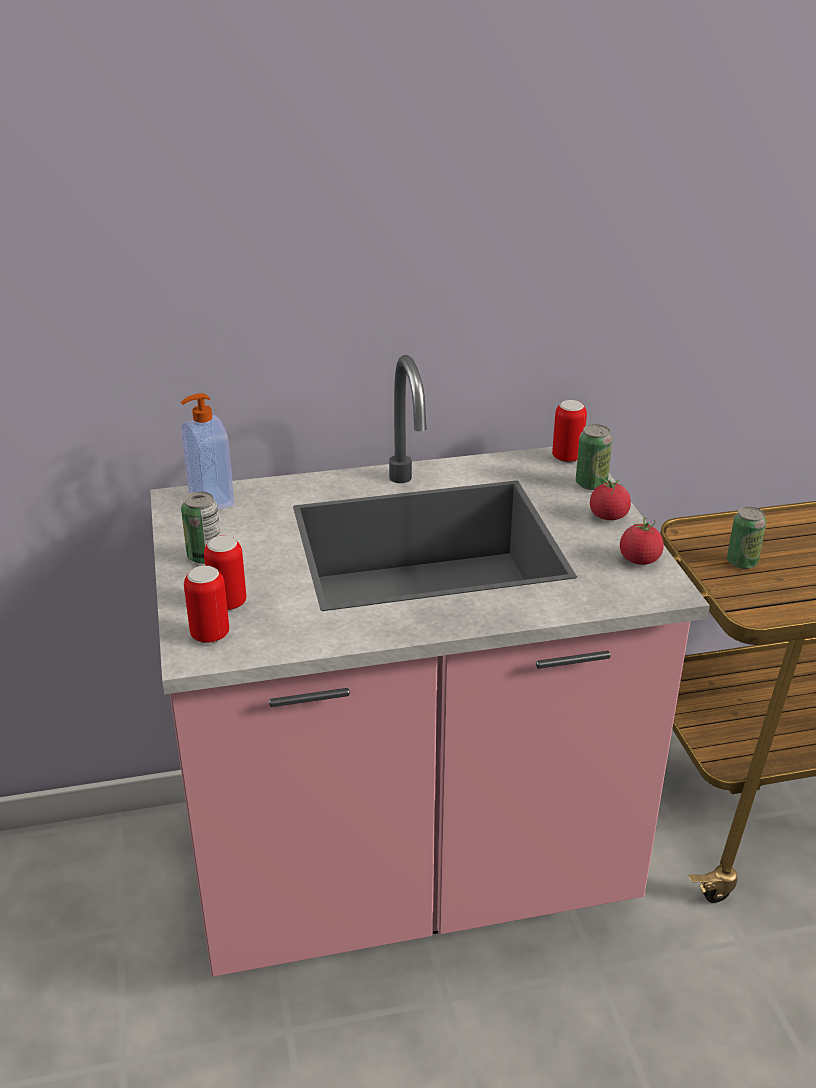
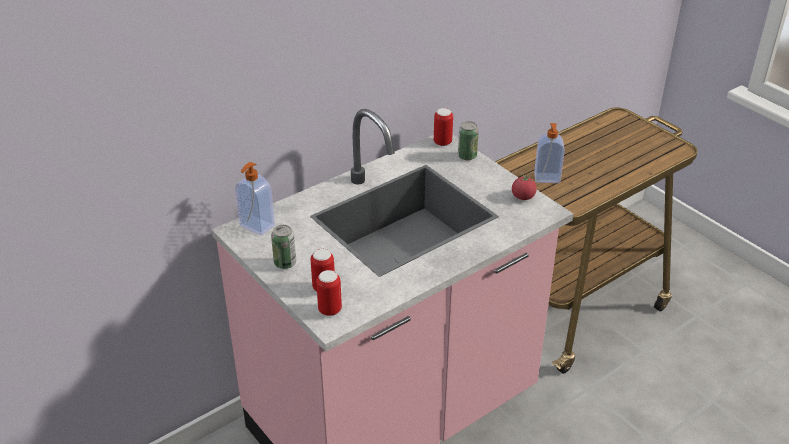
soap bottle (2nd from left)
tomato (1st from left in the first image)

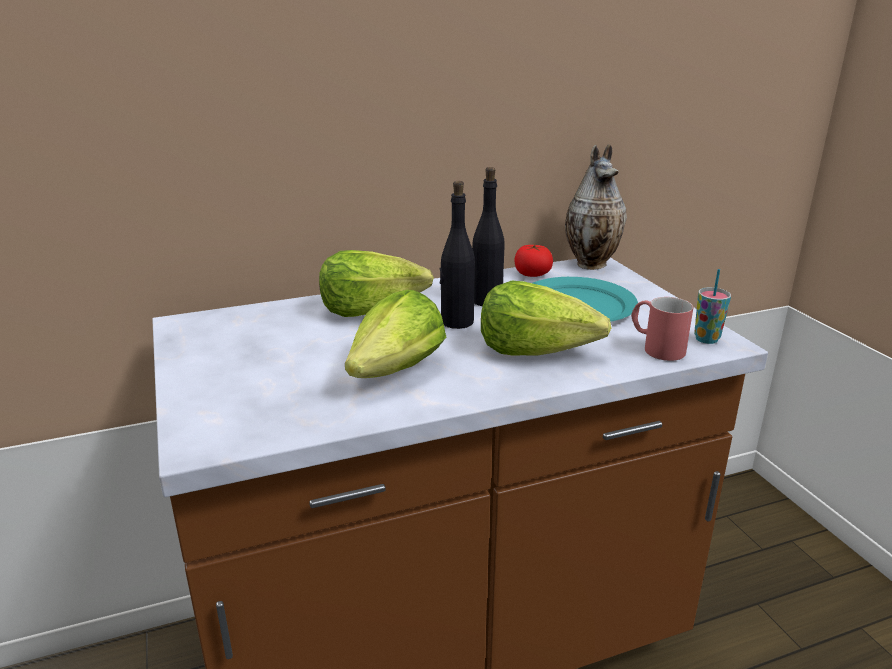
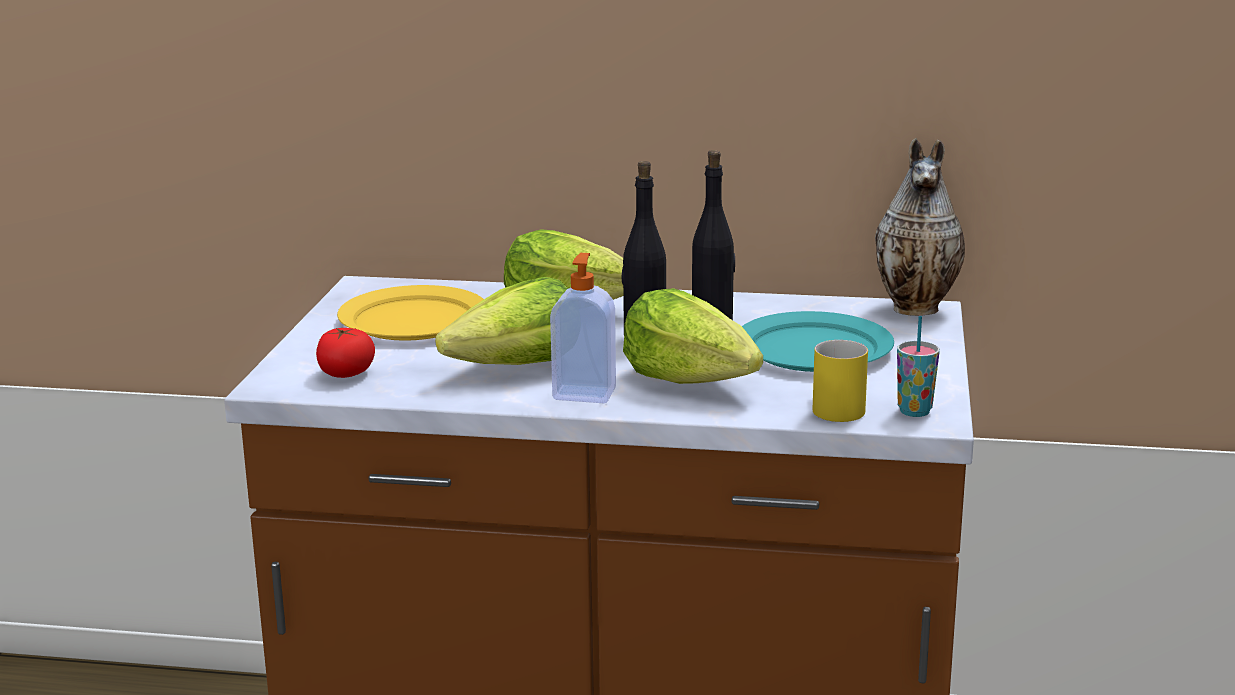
tomato
plate in yellowish
soap bottle
coffee mug in yellowish

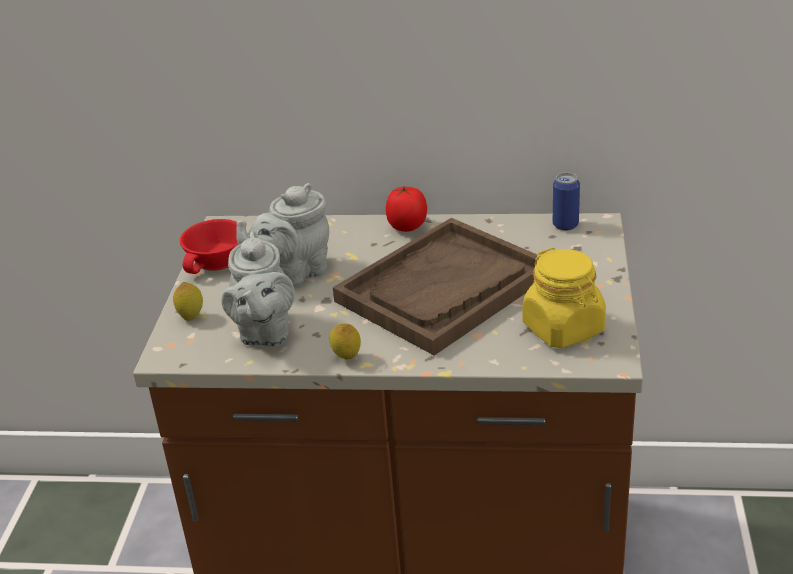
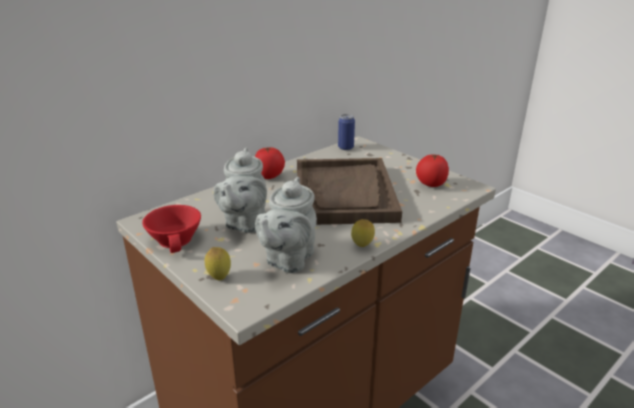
pot for tea in gray (2nd from left)
tomato (2nd from left)

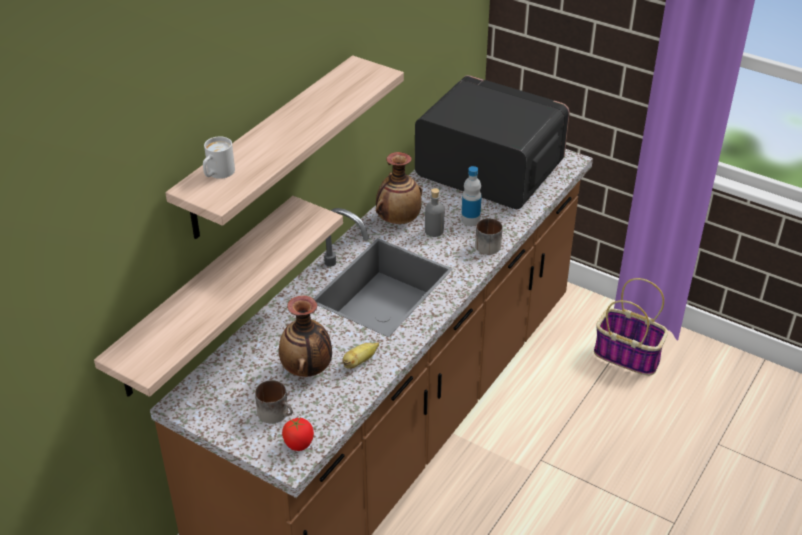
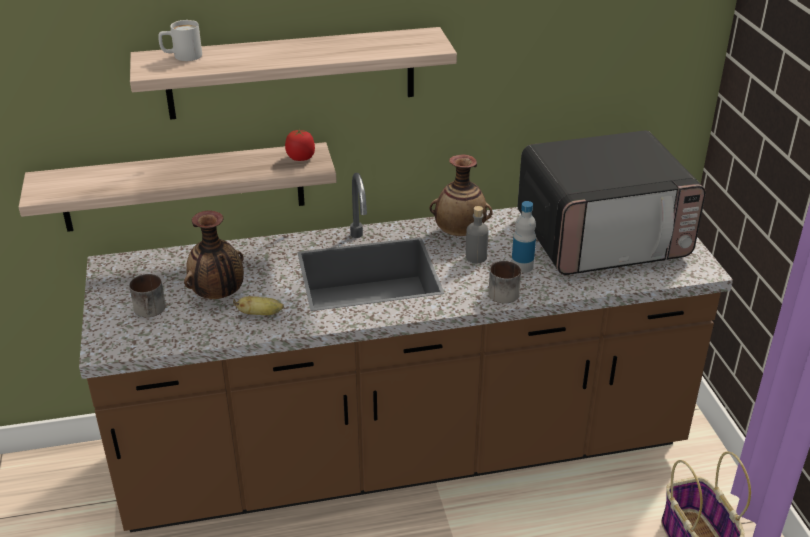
tomato
kitchen microwave

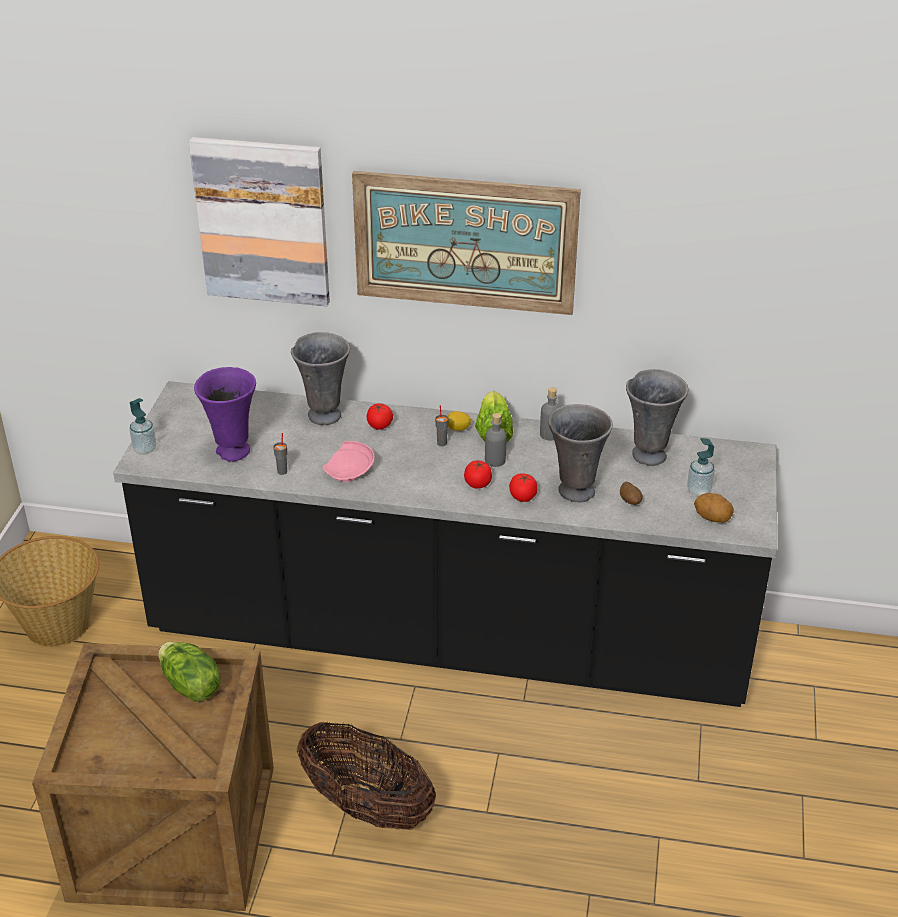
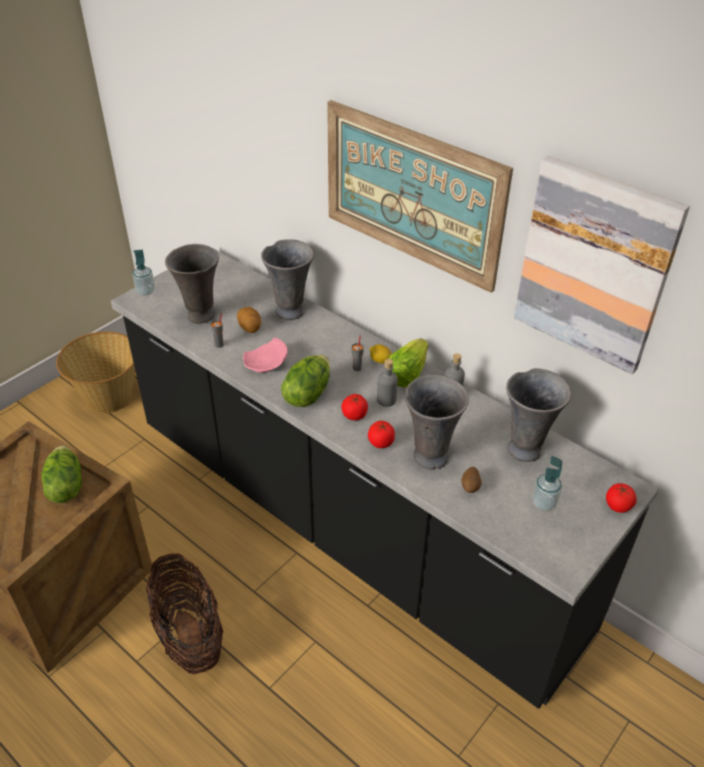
vase in gray (1st from left)
whole potato (1st from left)
head of lettuce (2nd from left)
wall art (2nd from left)
tomato (3rd from left)

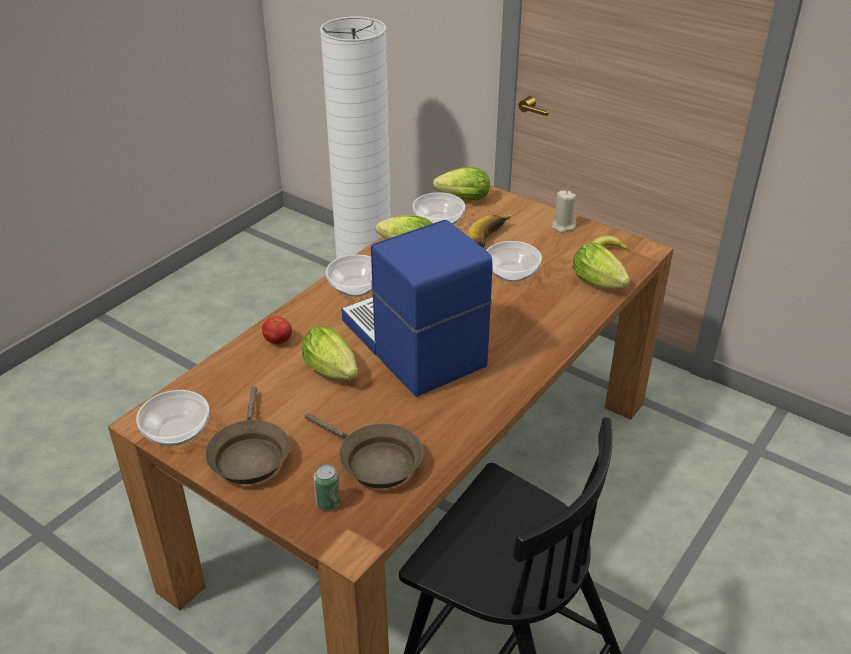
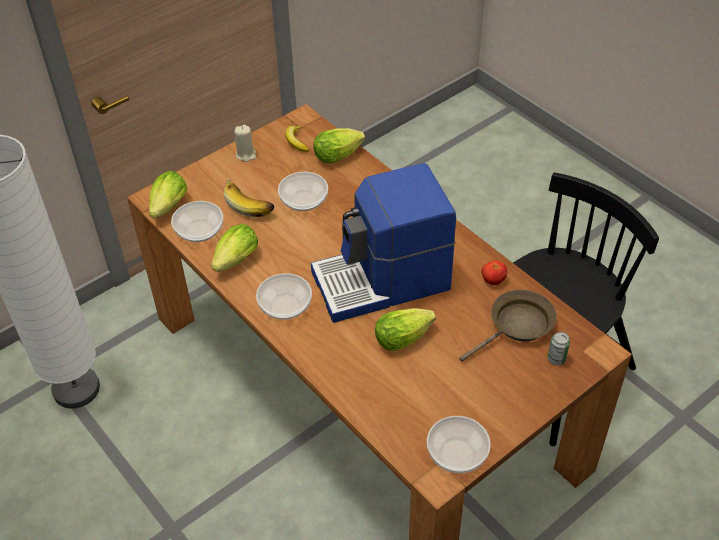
tomato
skillet in brown-coloured (1st from left in the first image)

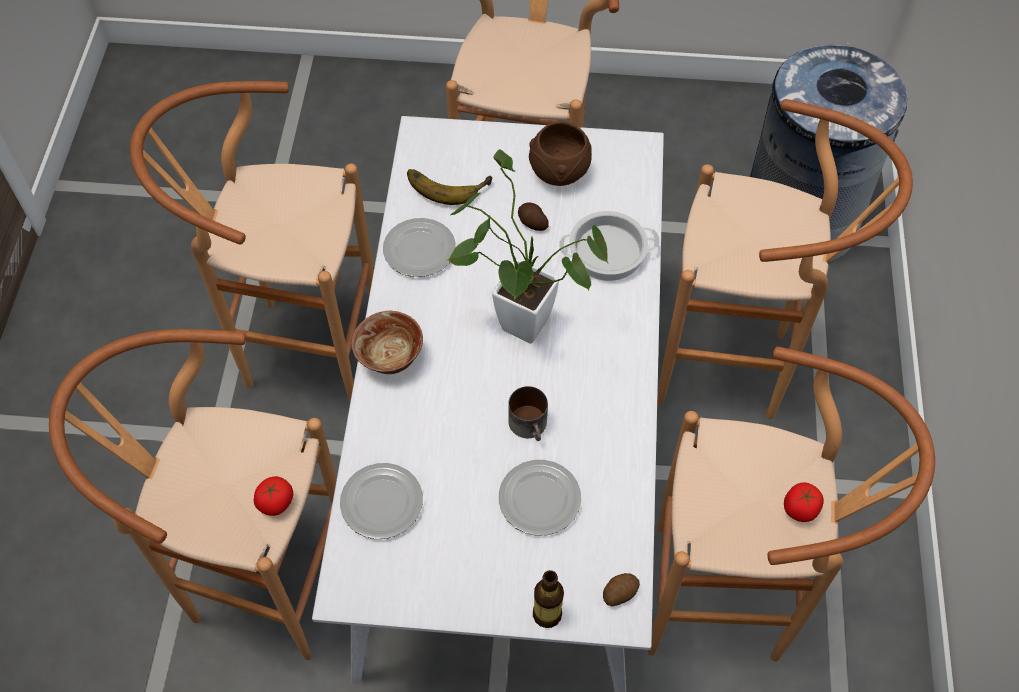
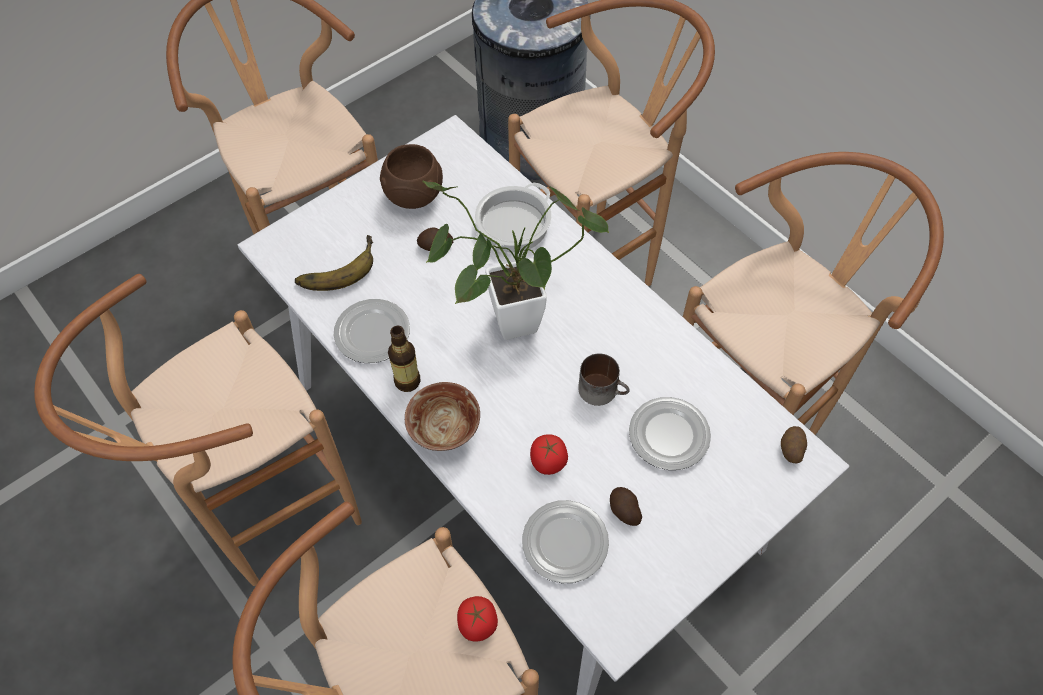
bottle
tomato (2nd from left)
whole potato (2nd from left)

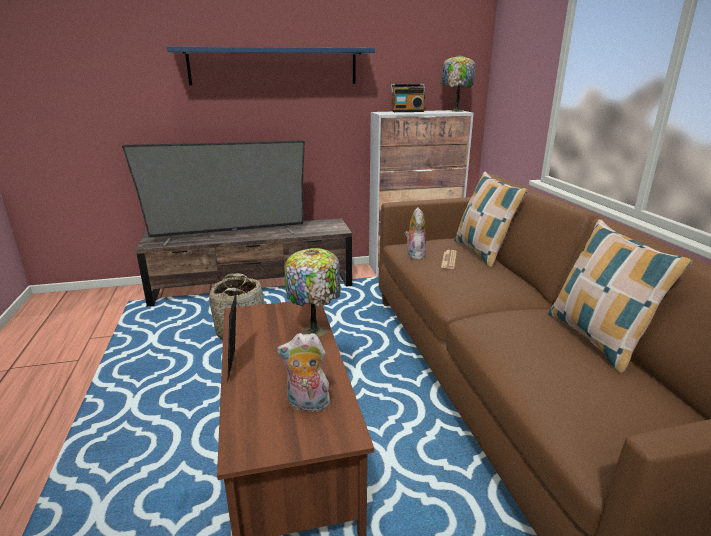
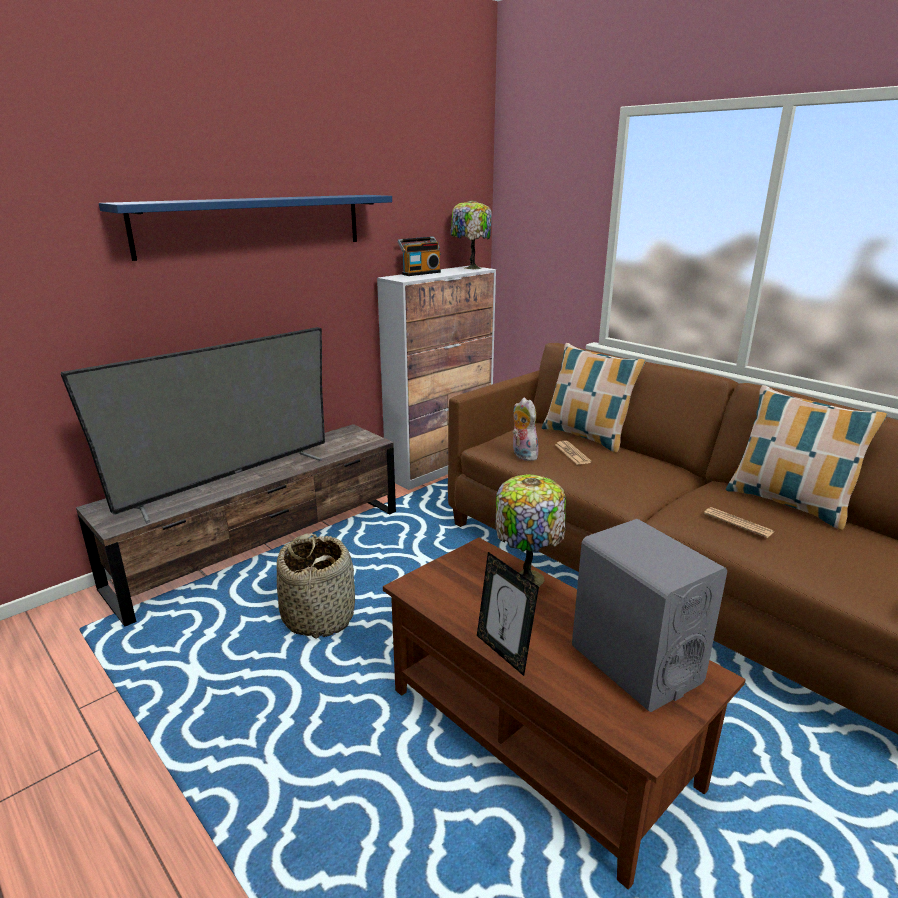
loudspeaker in gray
printed paper (2nd from left)

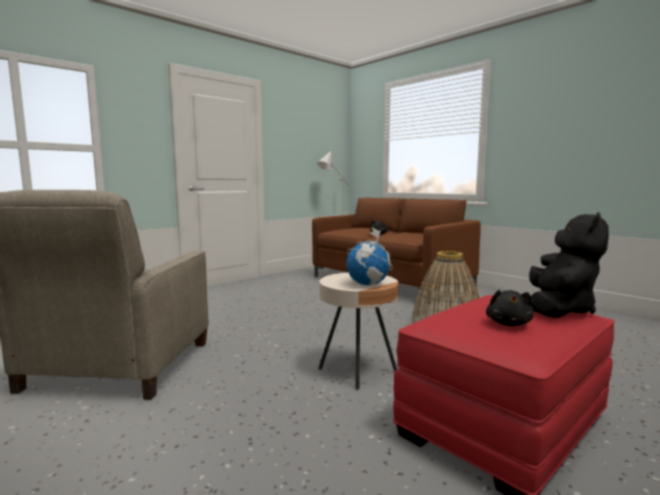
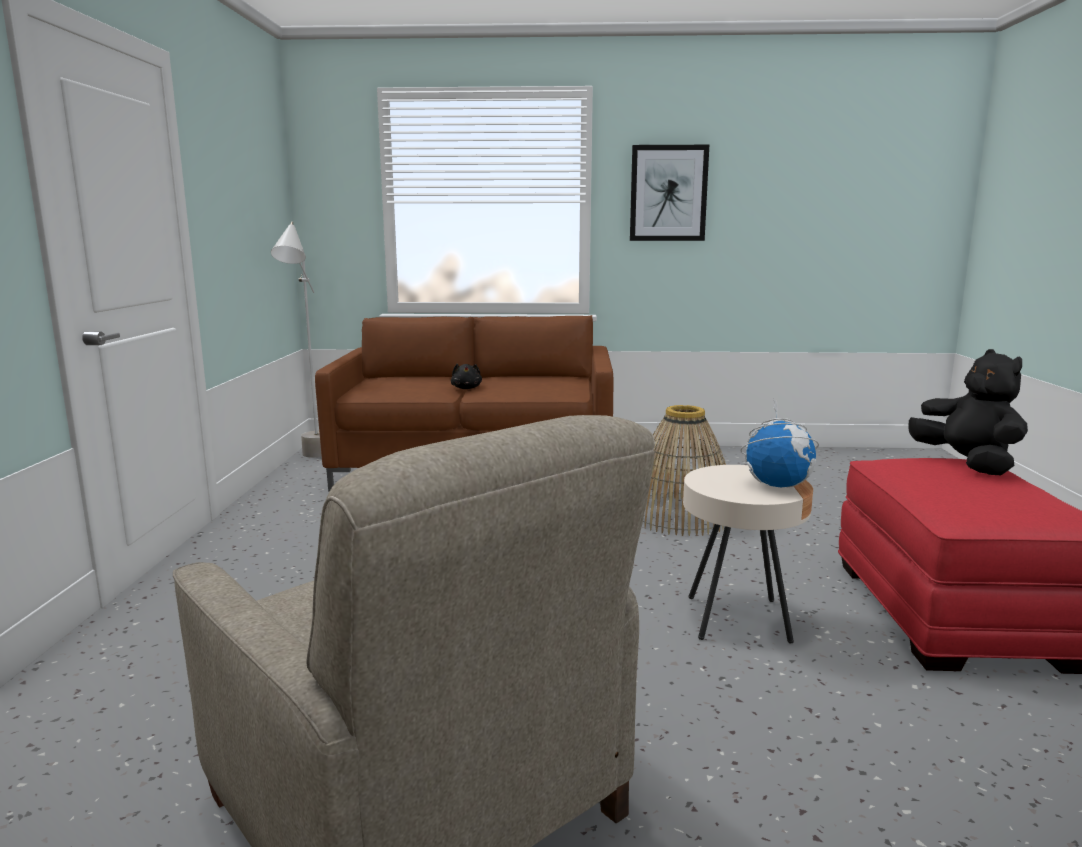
wall art
soft toy in blackish (2nd from left in the first image)

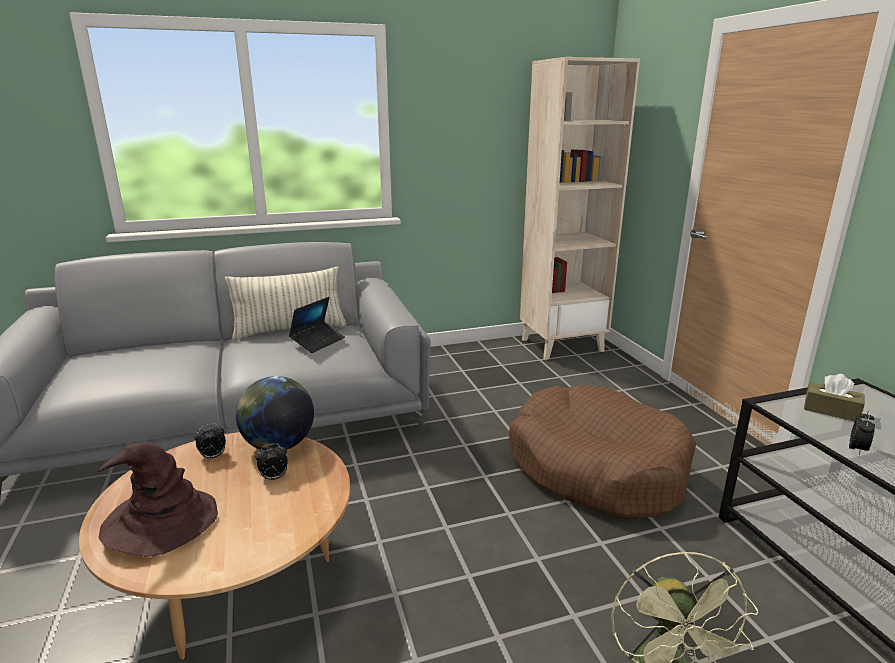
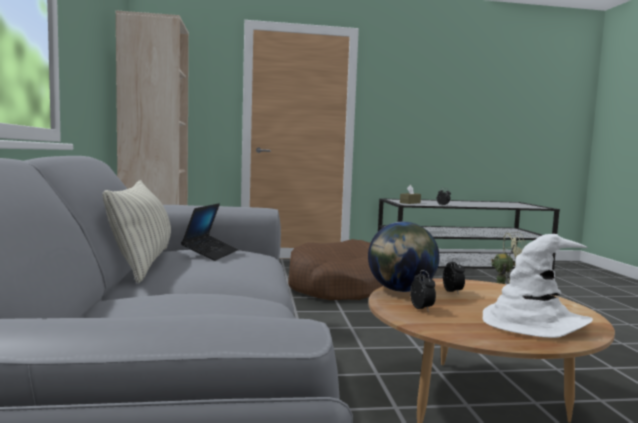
notebook computer
wearable hat in white

